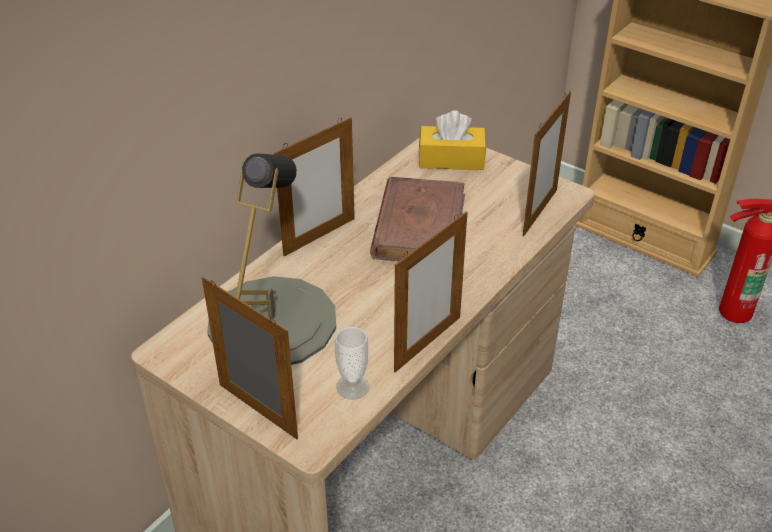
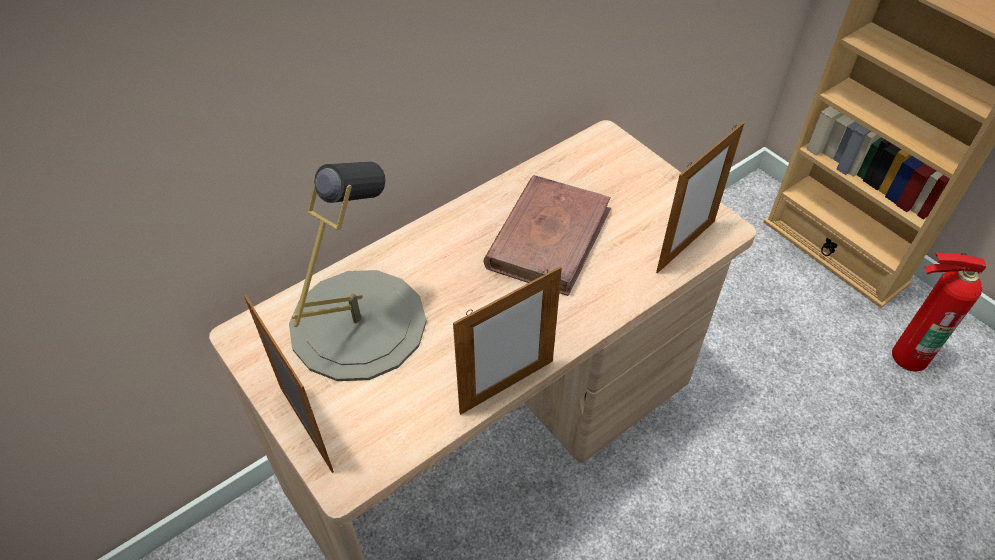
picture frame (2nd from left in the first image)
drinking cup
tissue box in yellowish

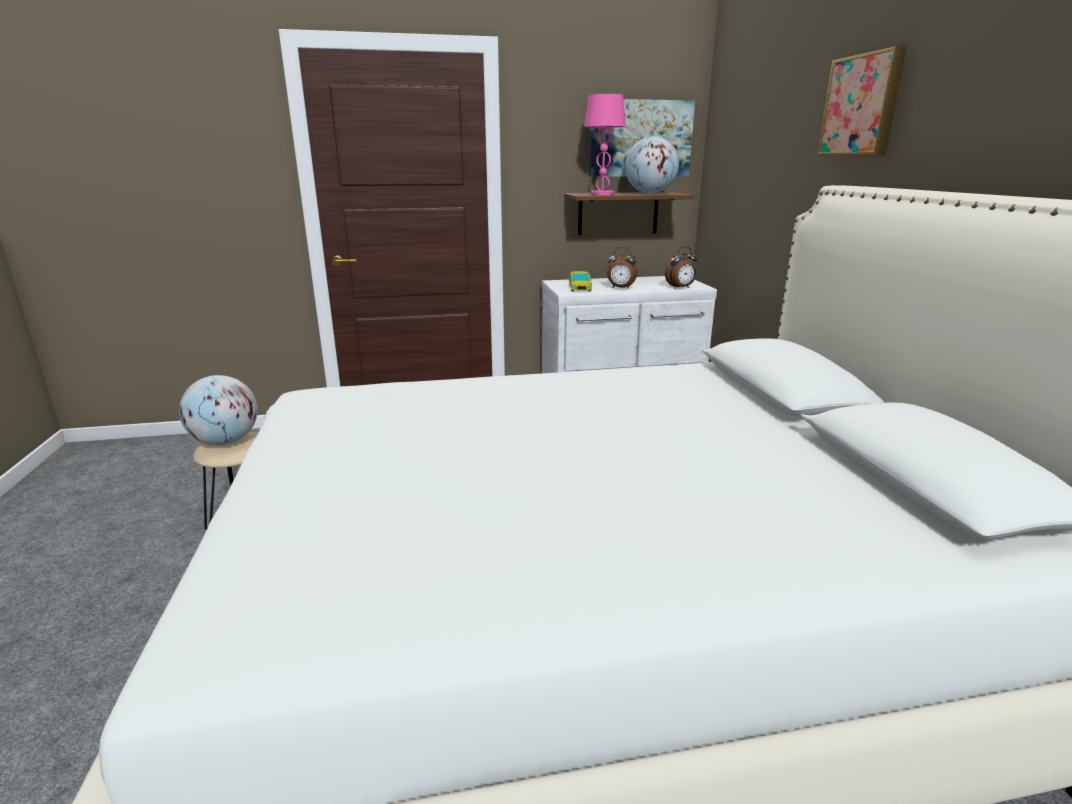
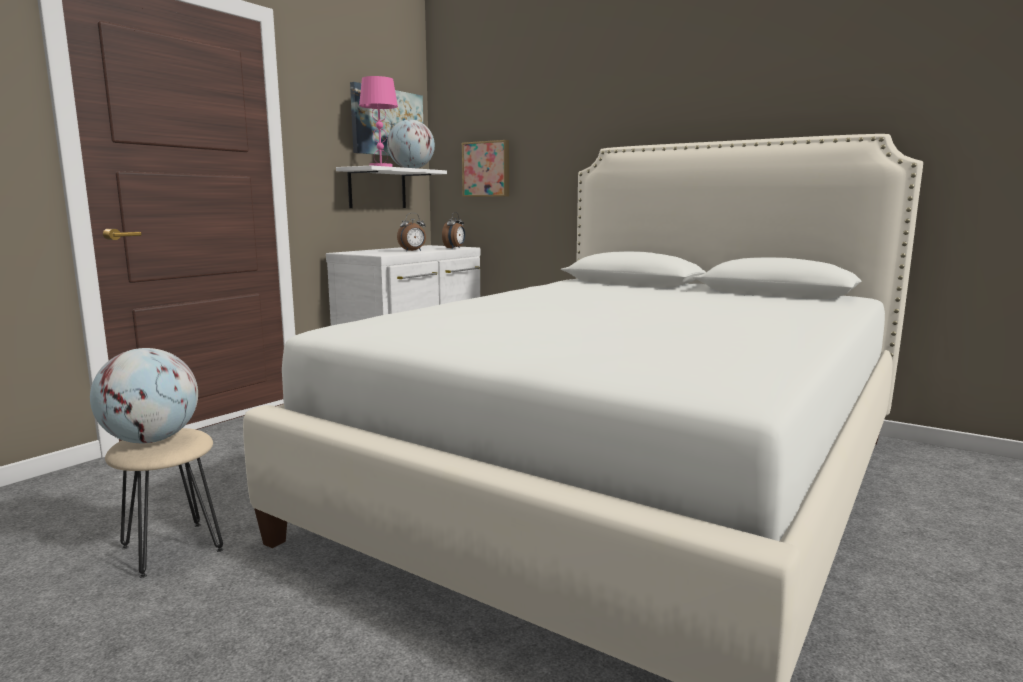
bracket shelf in white
wall art (2nd from left)
toy car

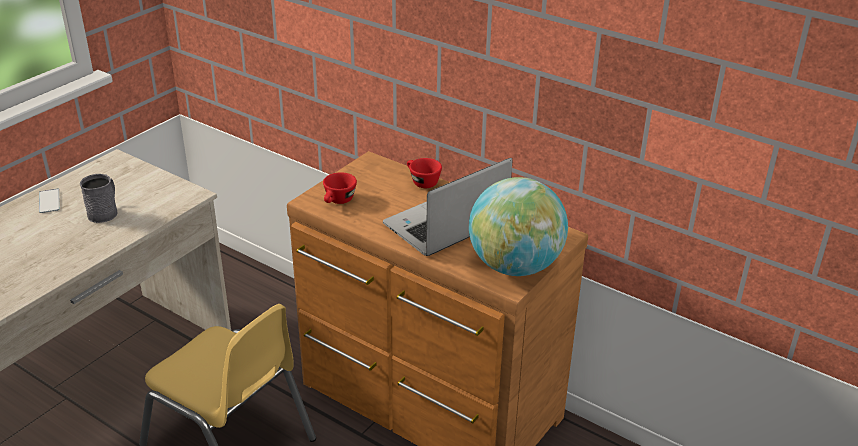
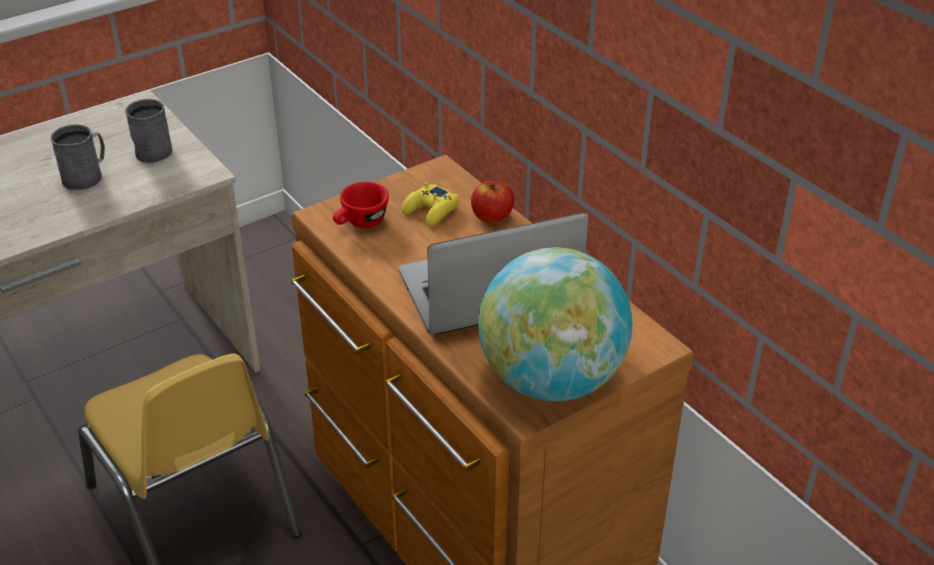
coffee mug in gray (2nd from left)
game controller in yellowish
whole apple
phone

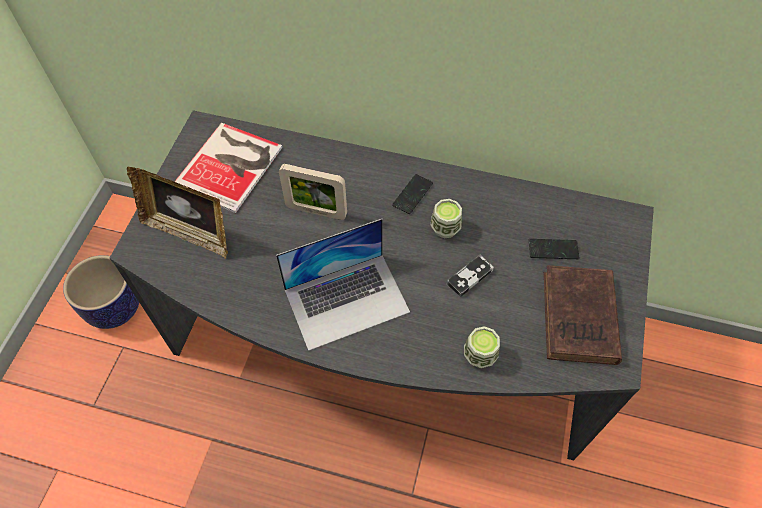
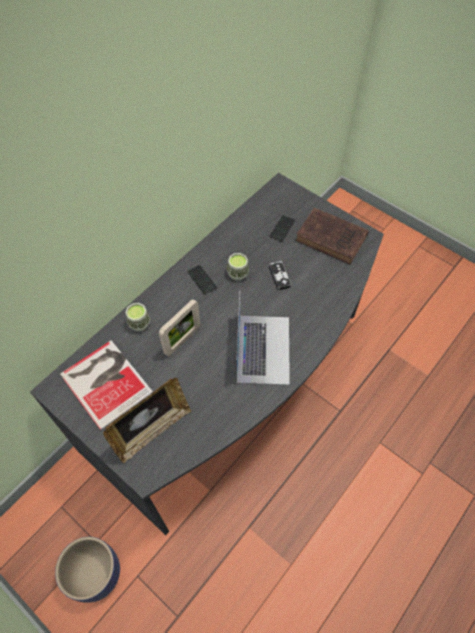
drinking cup (1st from left)

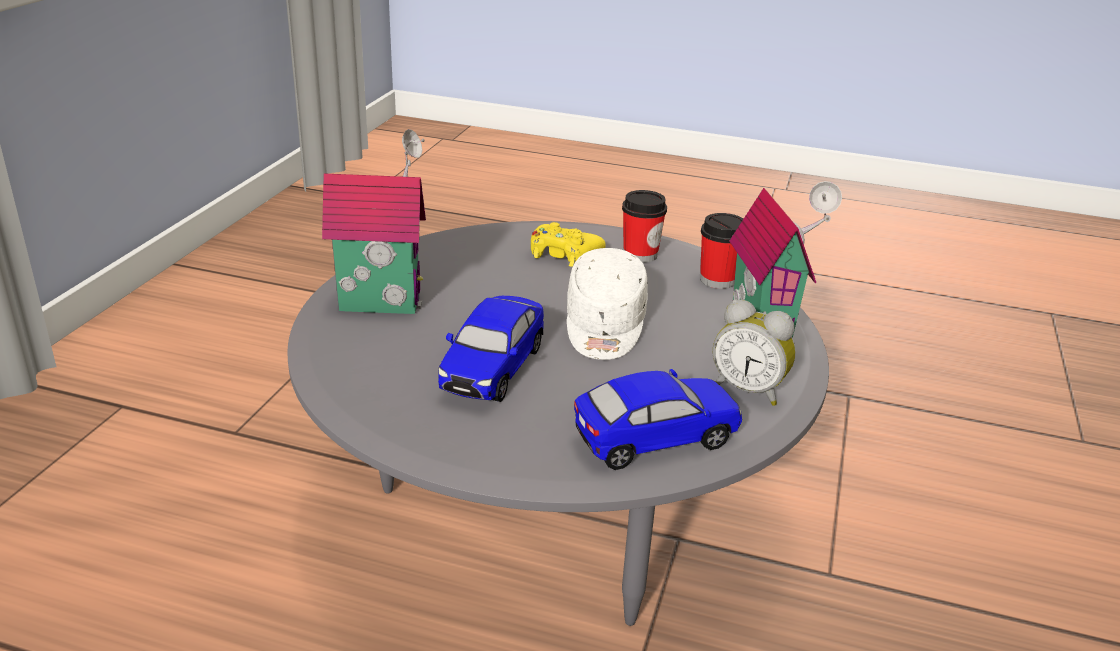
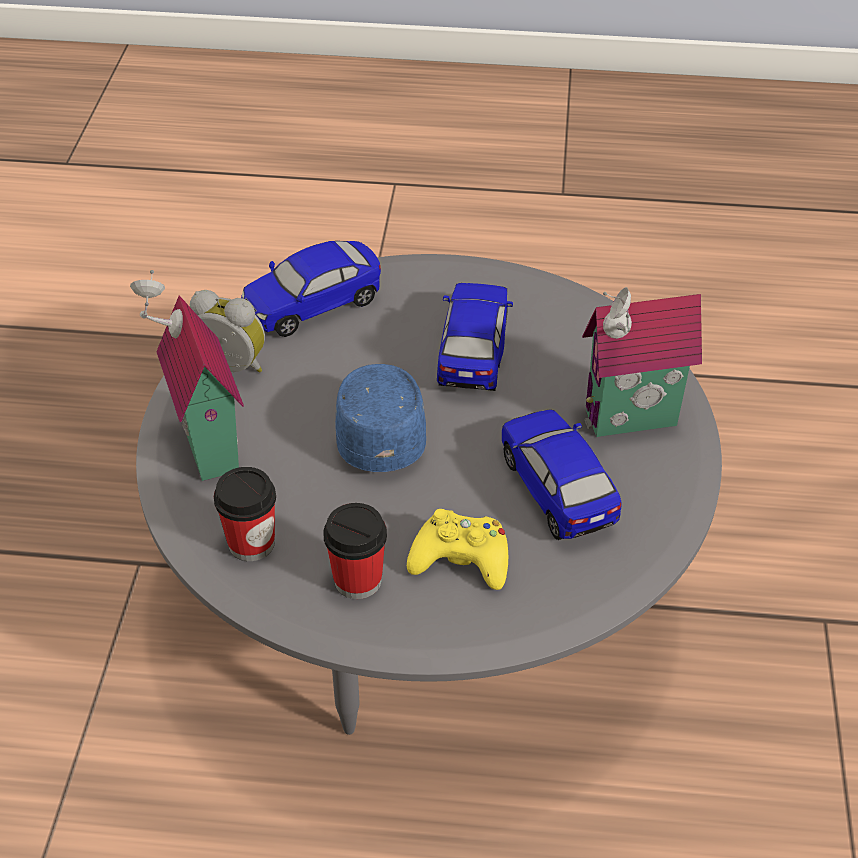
baseball cap in bluish
toy car (3rd from left)

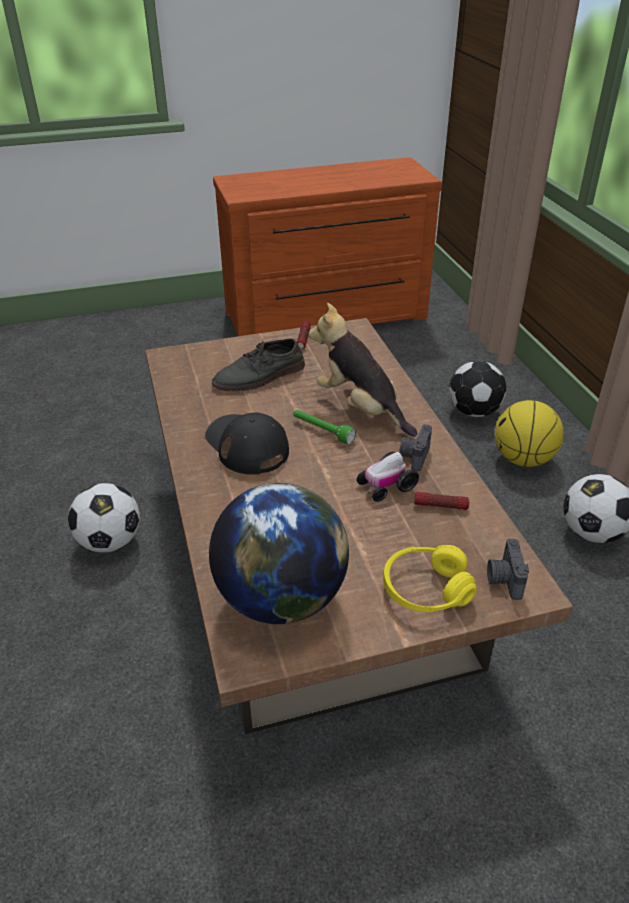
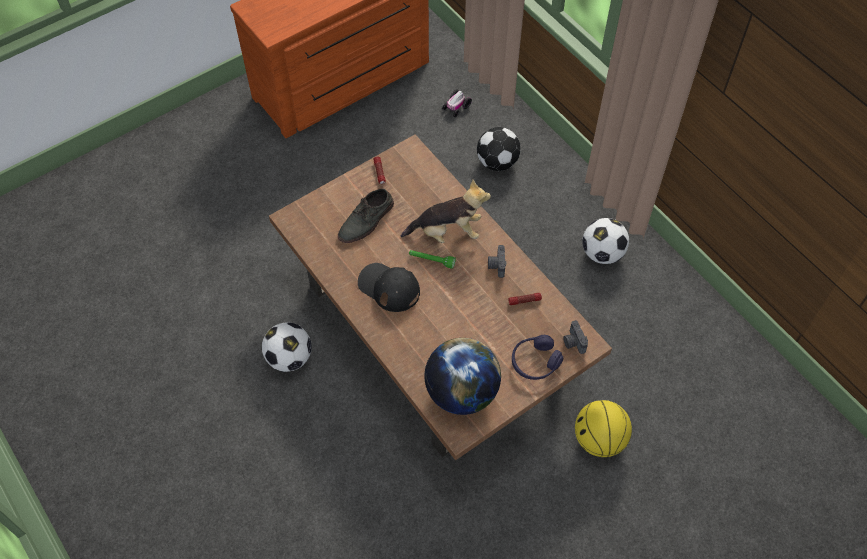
soft toy
toy car
headphones in purple
basketball

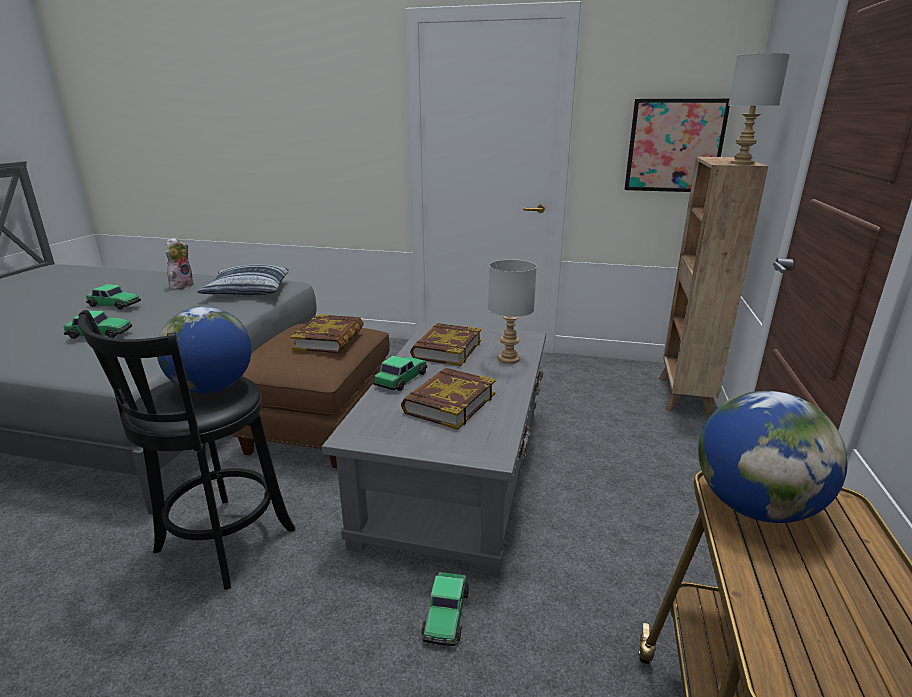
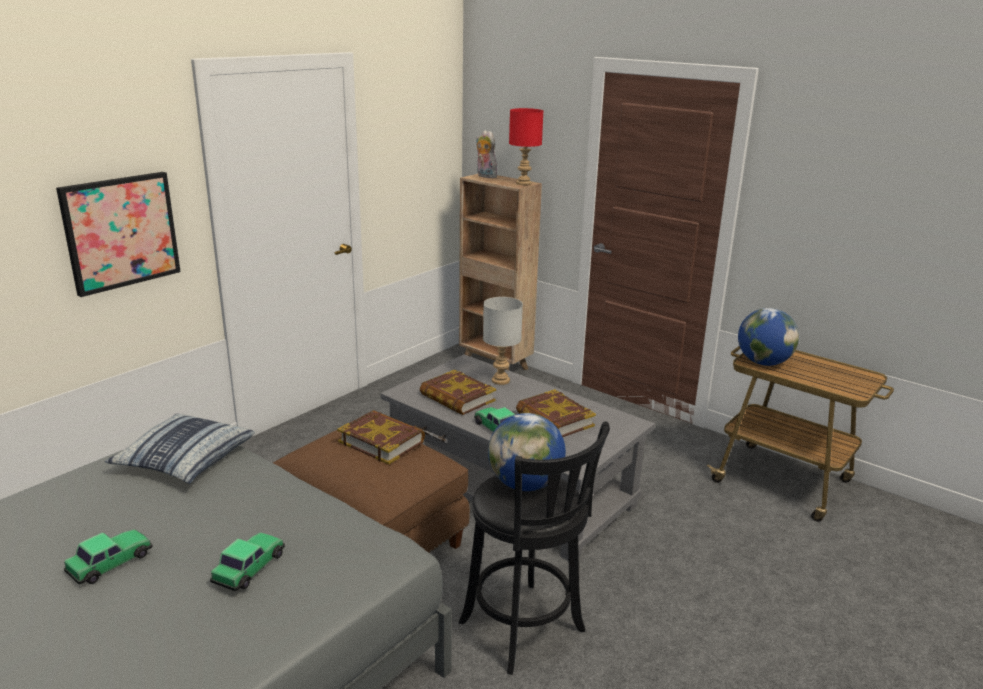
wall art
soft toy
tabletop lamp in red-coloured
toy car (4th from left in the first image)

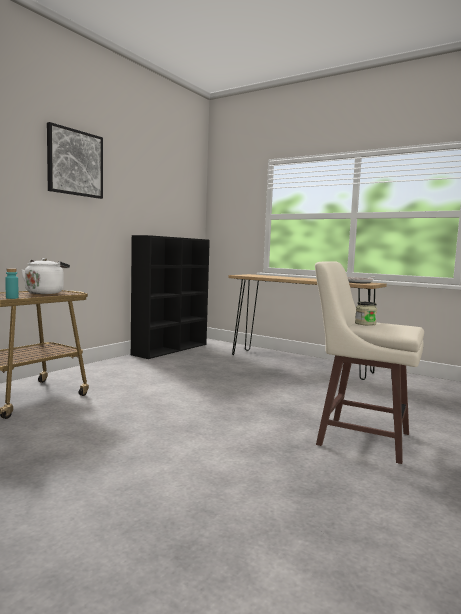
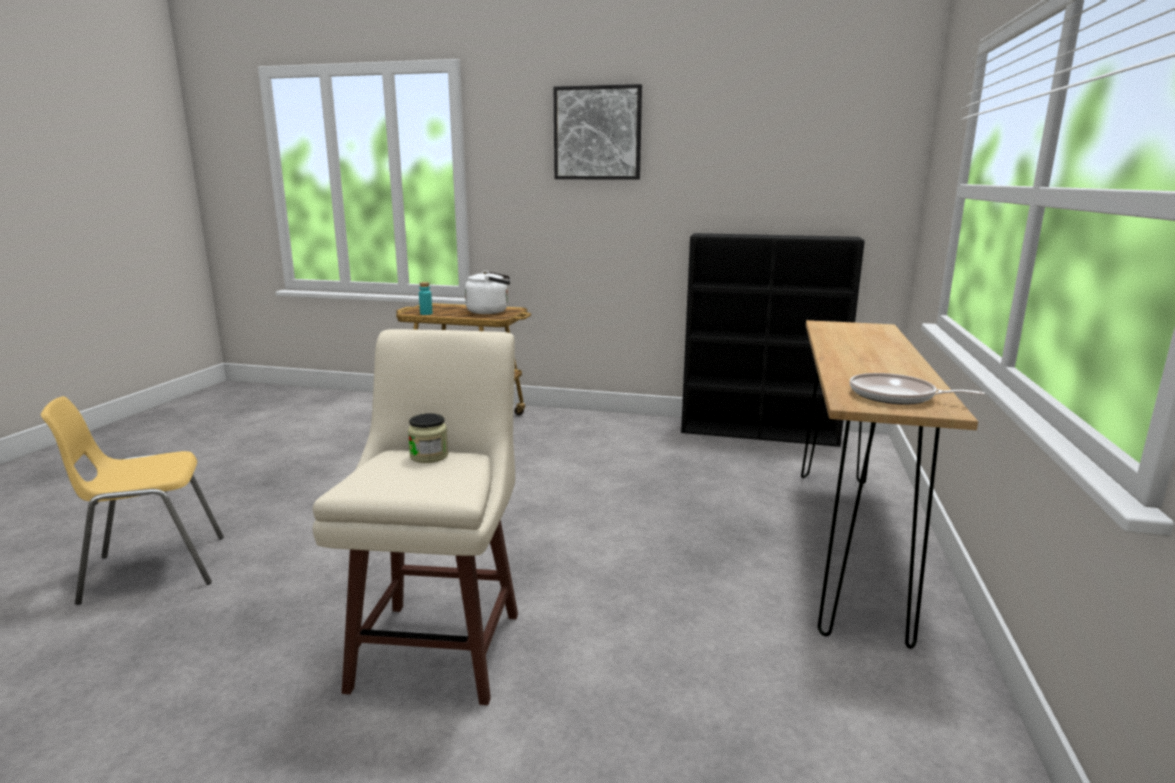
plain chair in yellowish

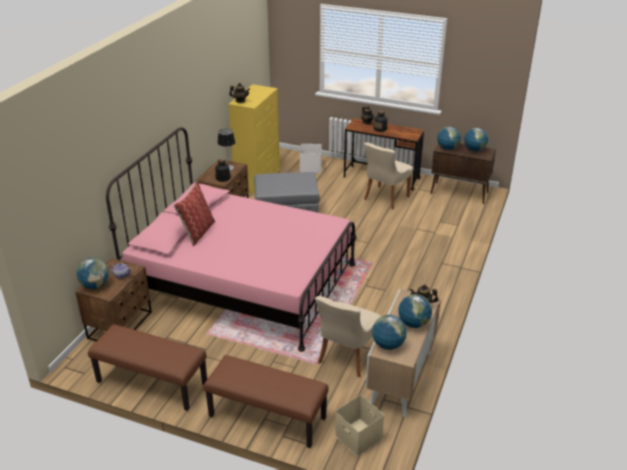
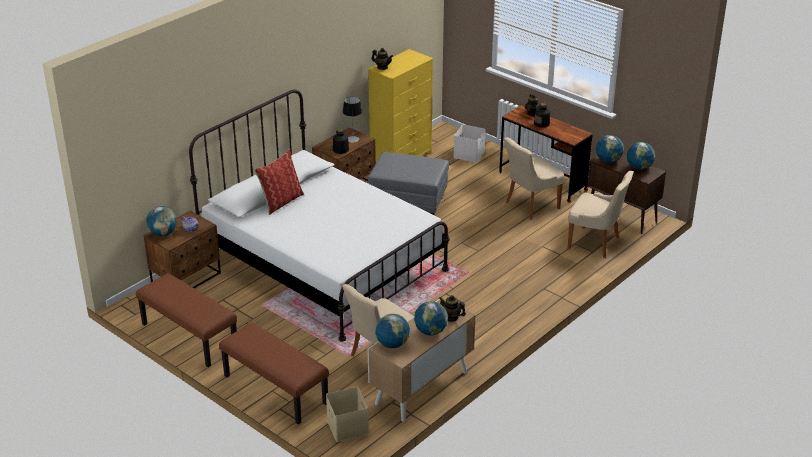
bedroom bed in white
plain chair in beige-coloured (3rd from left)

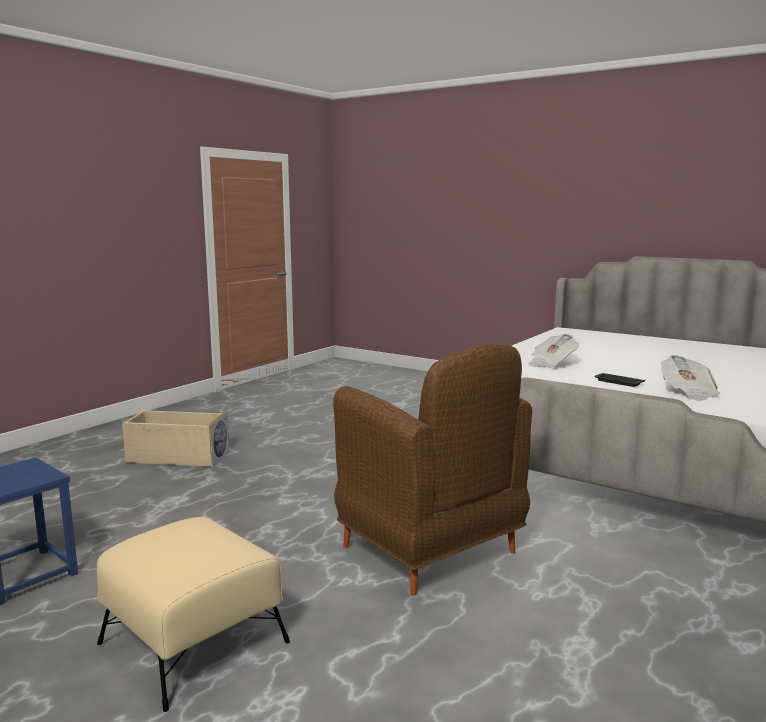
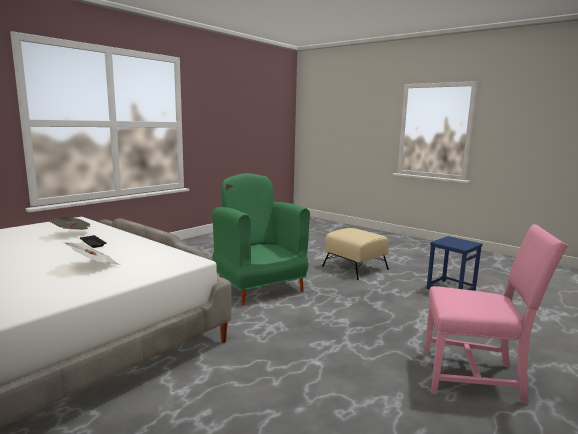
lounge chair in green
plain chair in pink

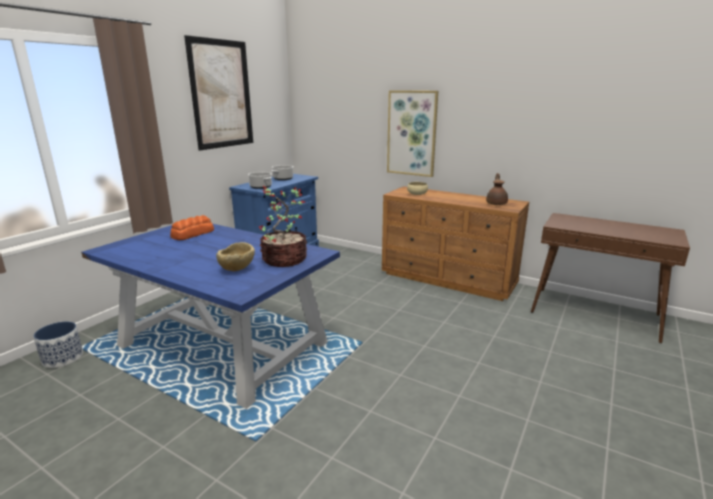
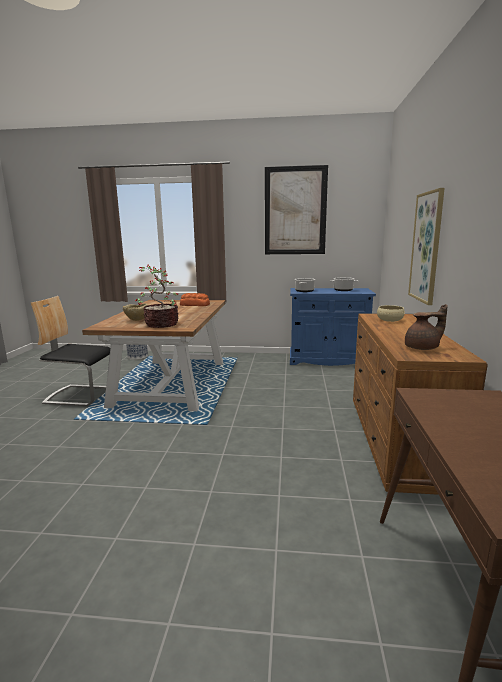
plain chair
dining table in brown-coloured

